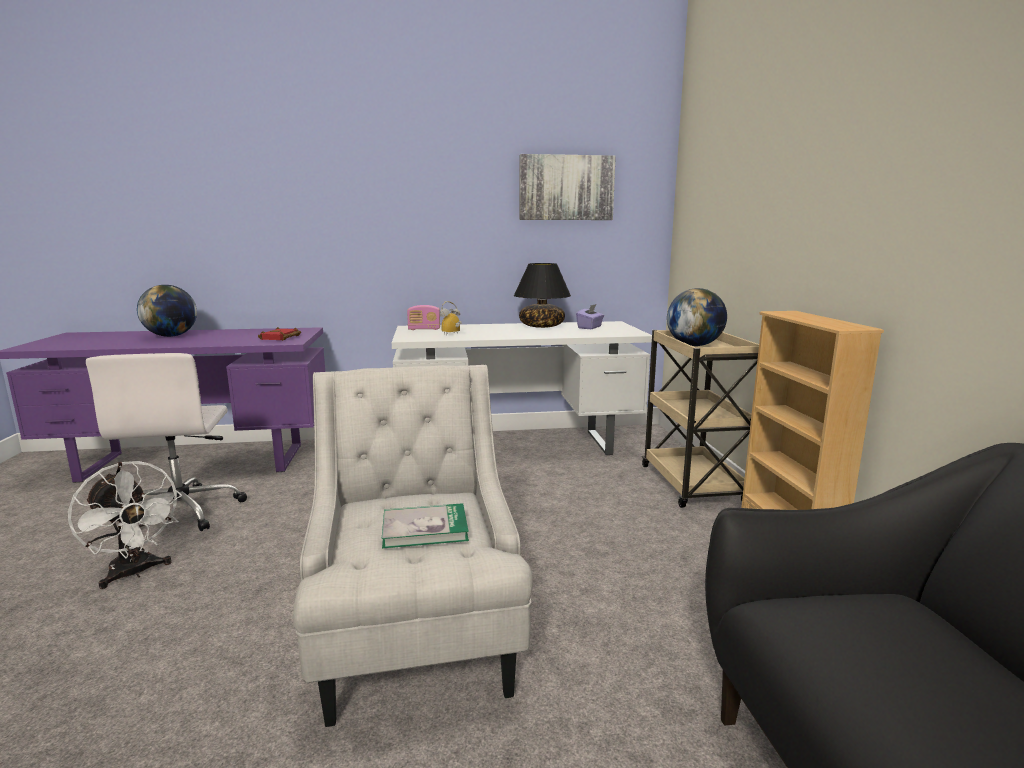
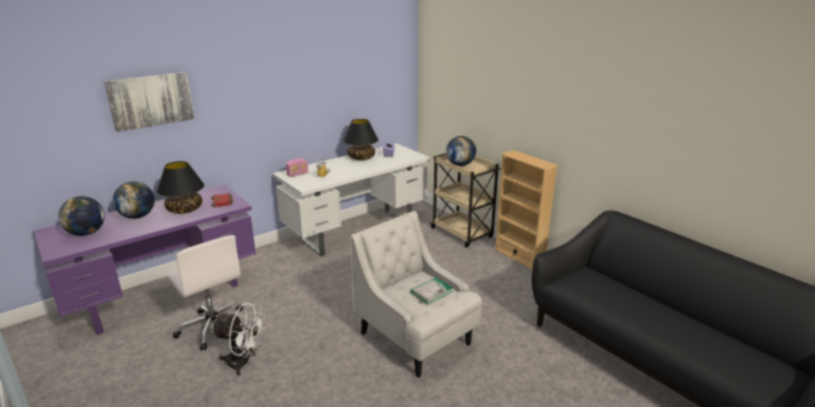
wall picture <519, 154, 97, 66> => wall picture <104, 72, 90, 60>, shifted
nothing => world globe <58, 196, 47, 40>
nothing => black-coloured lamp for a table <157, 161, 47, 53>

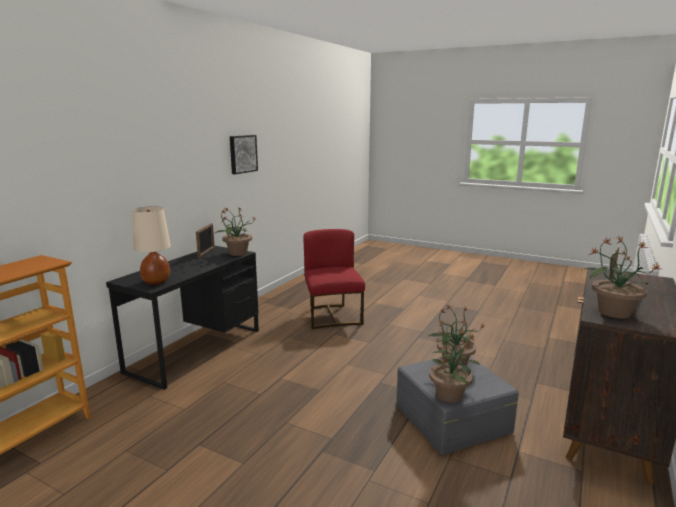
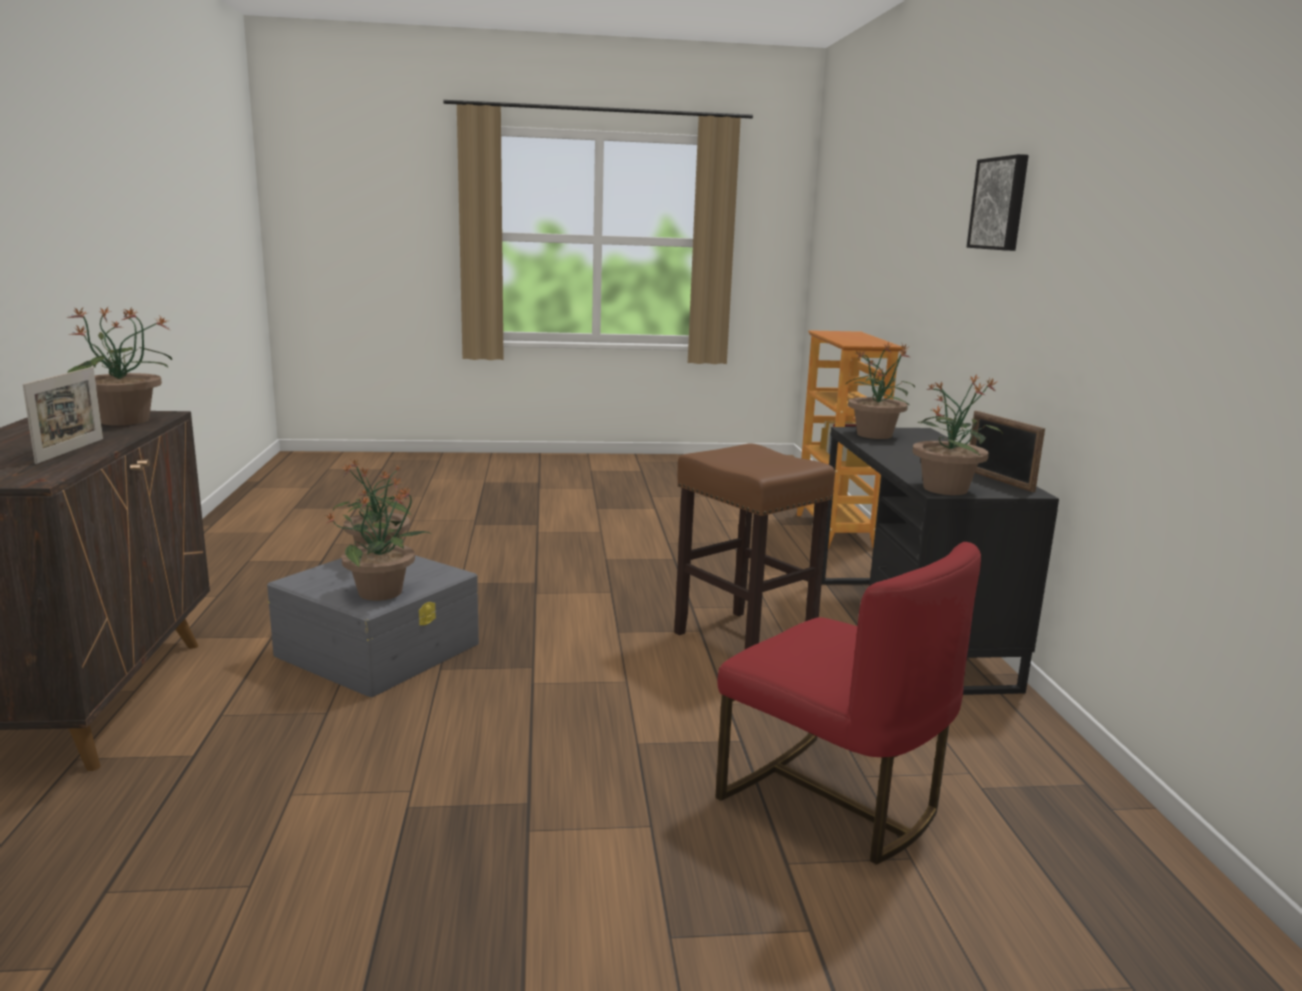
sand-coloured lamp for a table <133, 206, 38, 79> => houseplant <845, 342, 70, 97>
wall picture <230, 135, 28, 39> => wall picture <967, 154, 62, 97>, shifted
nothing => brown stool <674, 444, 161, 205>

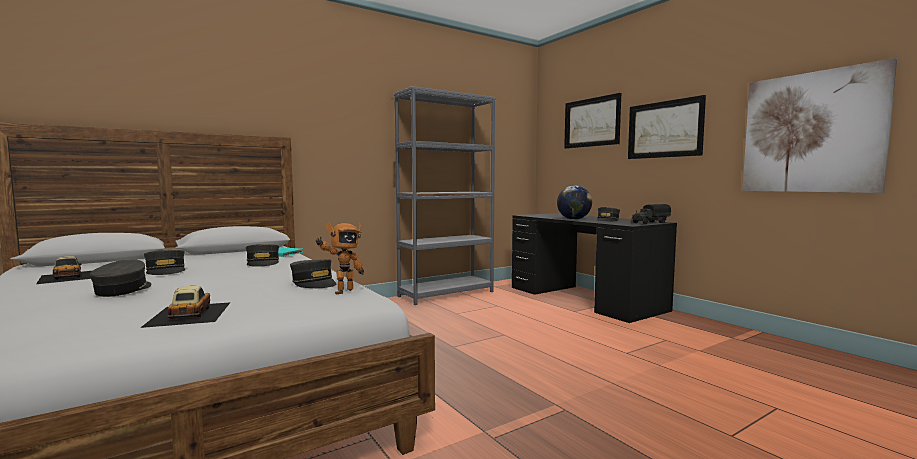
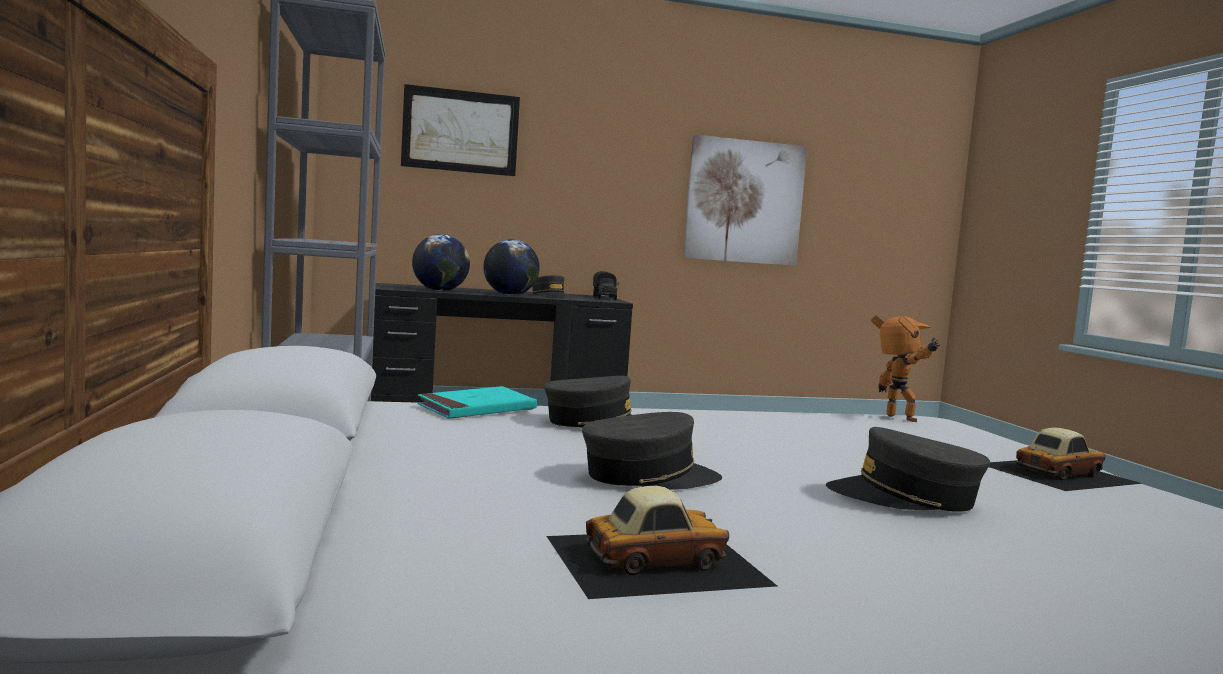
miniature car <140, 286, 91, 42> => miniature car <989, 428, 154, 63>, 150 degrees clockwise
greyish peaked cap <290, 259, 46, 29> => nothing
wall picture <628, 95, 78, 64> => nothing
nothing => world globe <412, 234, 58, 57>

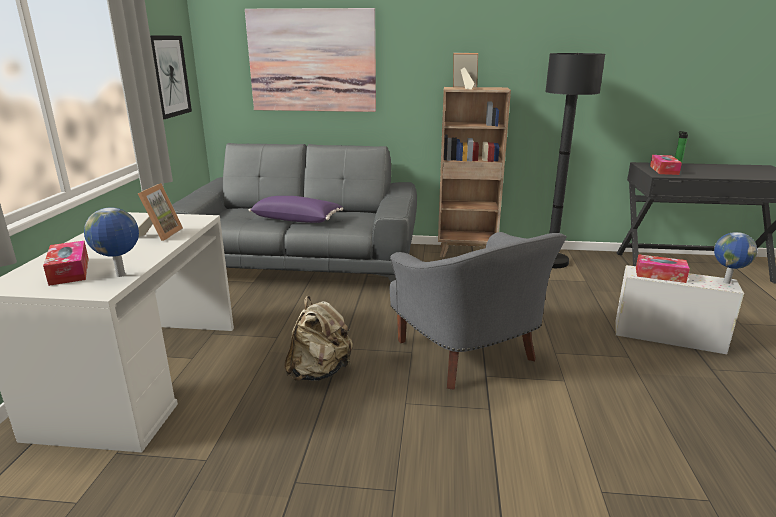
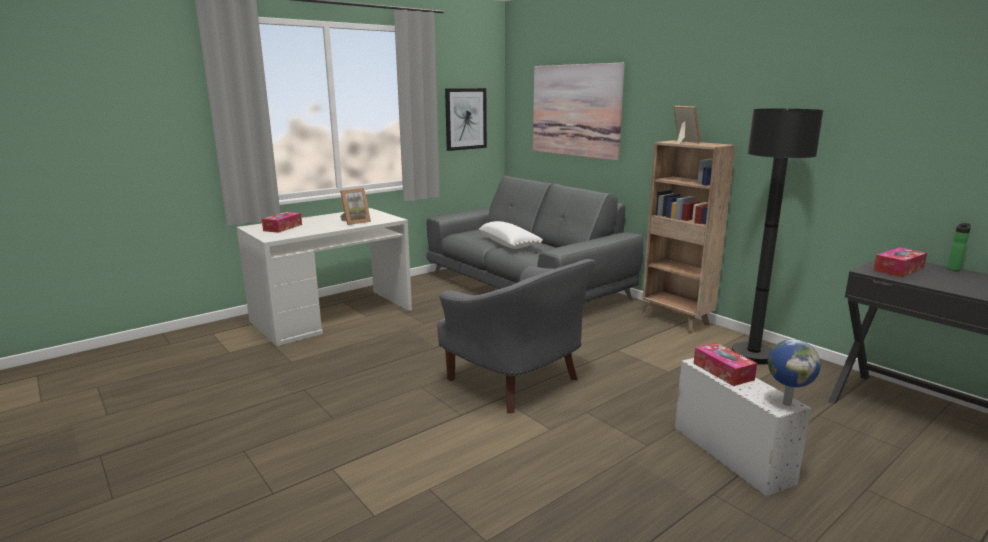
world globe <84, 207, 55, 70> => nothing
purple pillow <249, 196, 94, 27> => whitish pillow <479, 221, 64, 28>
sand-coloured knapsack <284, 296, 69, 85> => nothing
greyish easy chair <390, 232, 177, 158> => greyish easy chair <437, 259, 160, 154>, 60 degrees counterclockwise

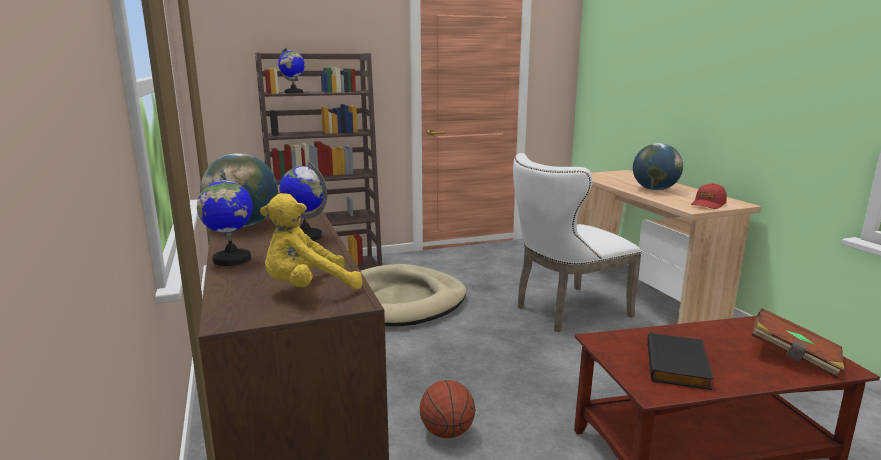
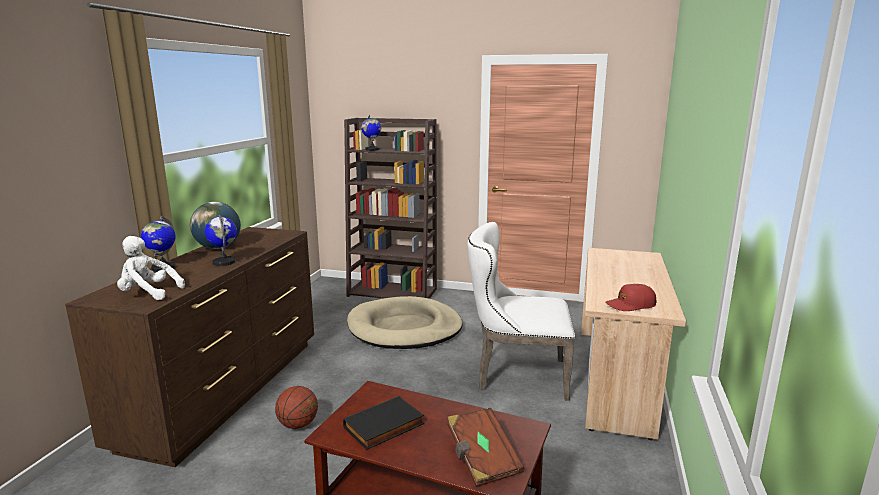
yellow-coloured cuddly toy <260, 193, 103, 97> => whitish cuddly toy <117, 236, 68, 64>
world globe <633, 143, 50, 48> => nothing

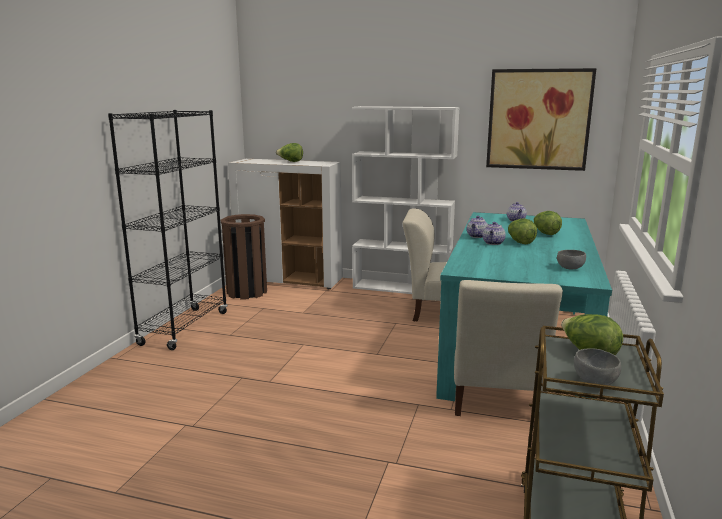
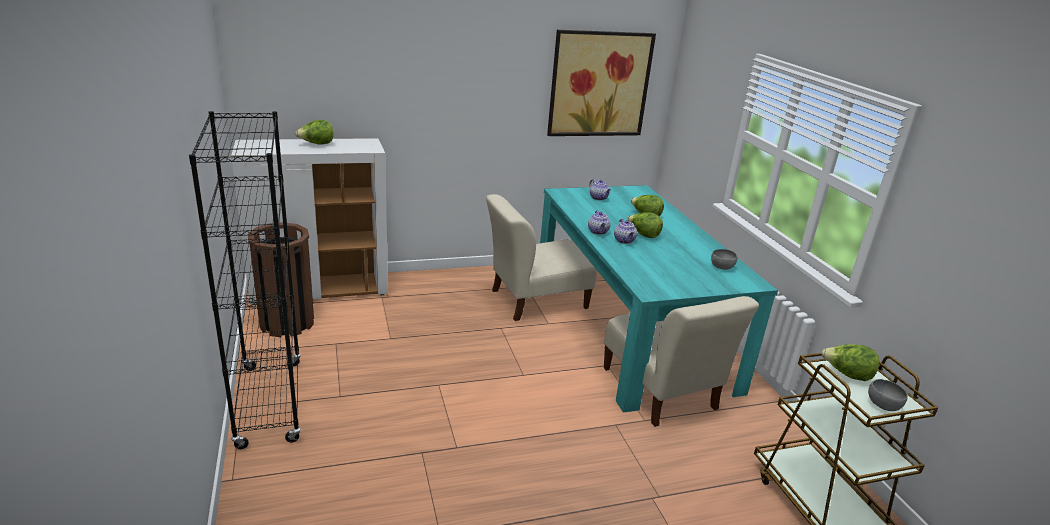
whitish shelving unit <352, 106, 108, 188> => nothing

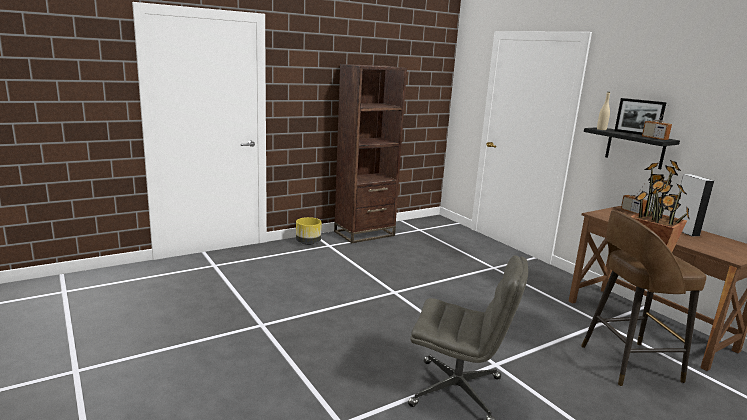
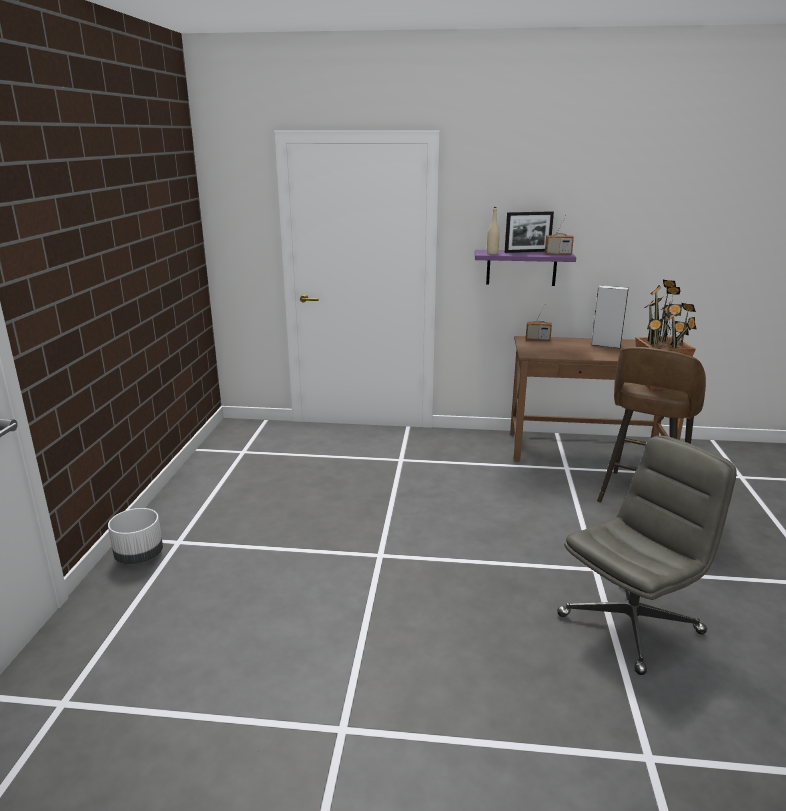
yellow-coloured planter <296, 217, 26, 28> => whitish planter <108, 508, 55, 56>
brown shelving unit <334, 64, 73, 179> => nothing
black-coloured shelf <584, 127, 96, 42> => purple shelf <475, 250, 101, 36>

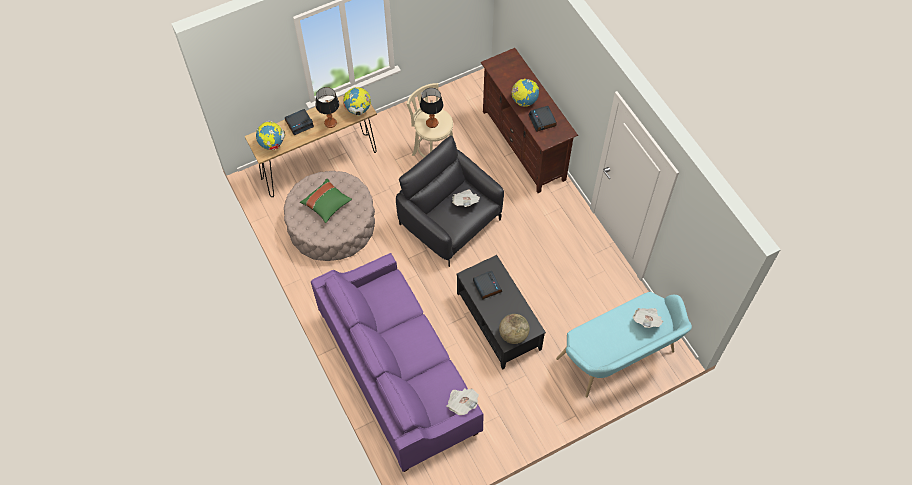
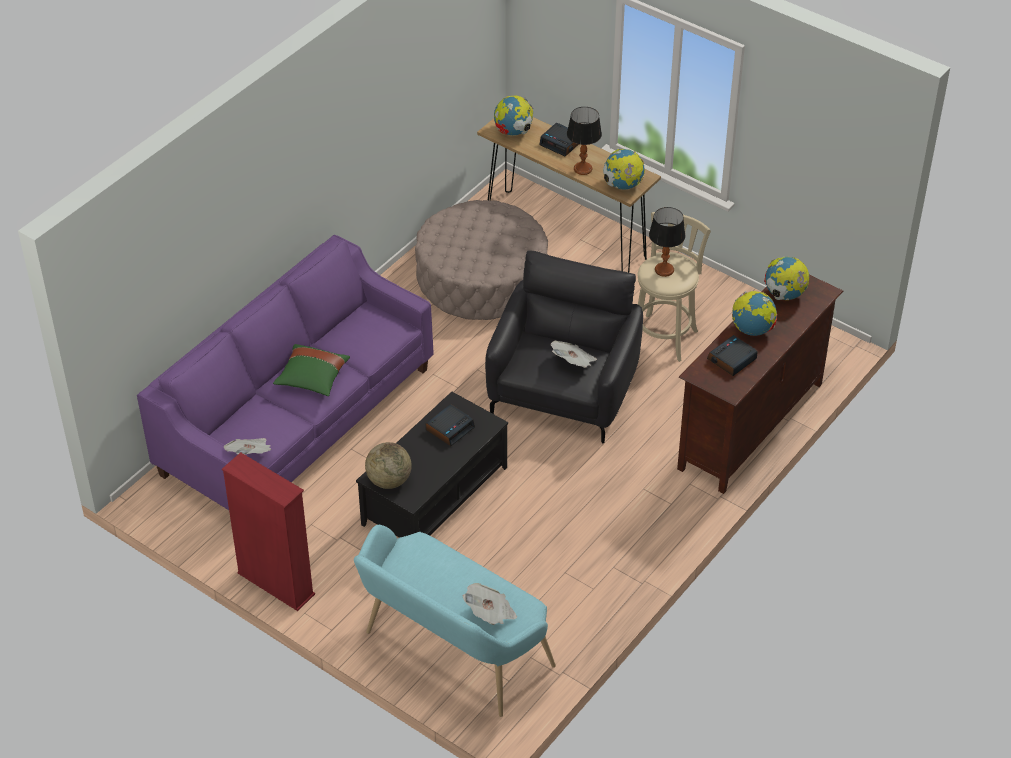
green-coloured pillow <300, 179, 52, 44> => green-coloured pillow <273, 344, 77, 52>, shifted
nothing => red shelving unit <222, 452, 93, 159>
nothing => world globe <764, 257, 45, 43>

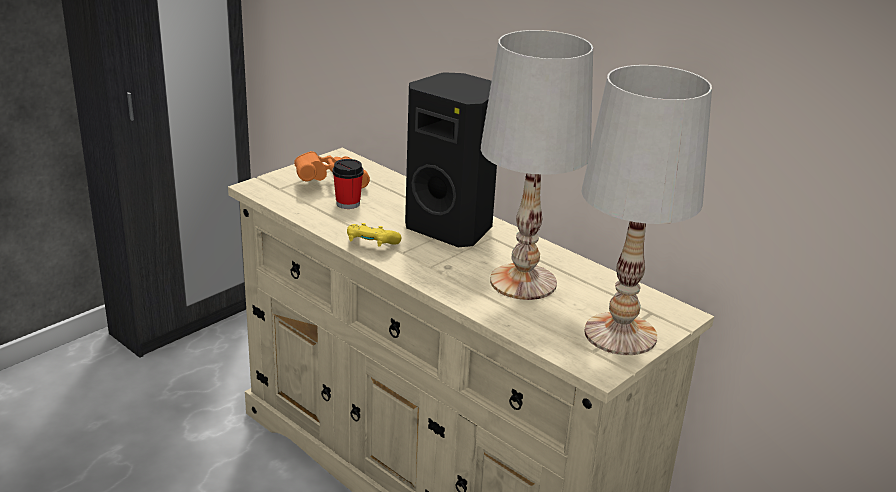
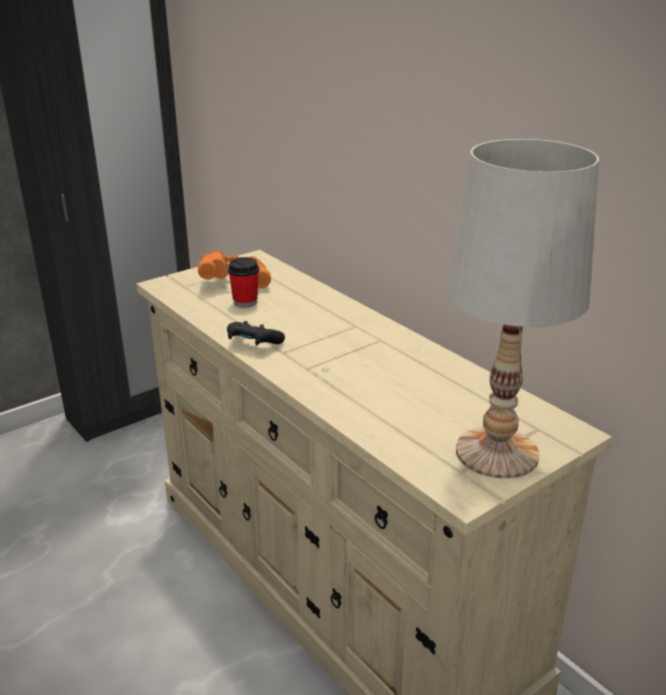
yellow-coloured game controller <347, 223, 54, 24> => black-coloured game controller <227, 321, 58, 25>
black-coloured audio speaker <405, 72, 92, 175> => nothing
whitish lamp for a table <481, 30, 112, 270> => nothing

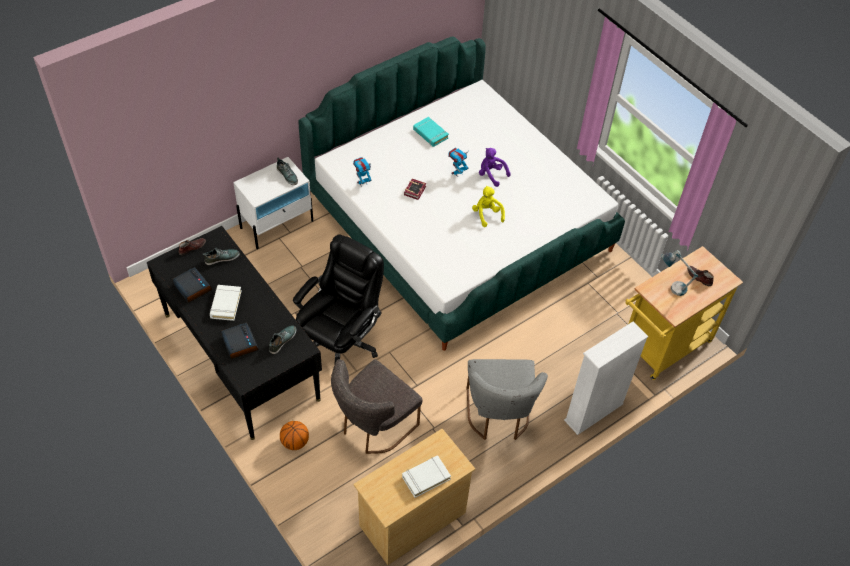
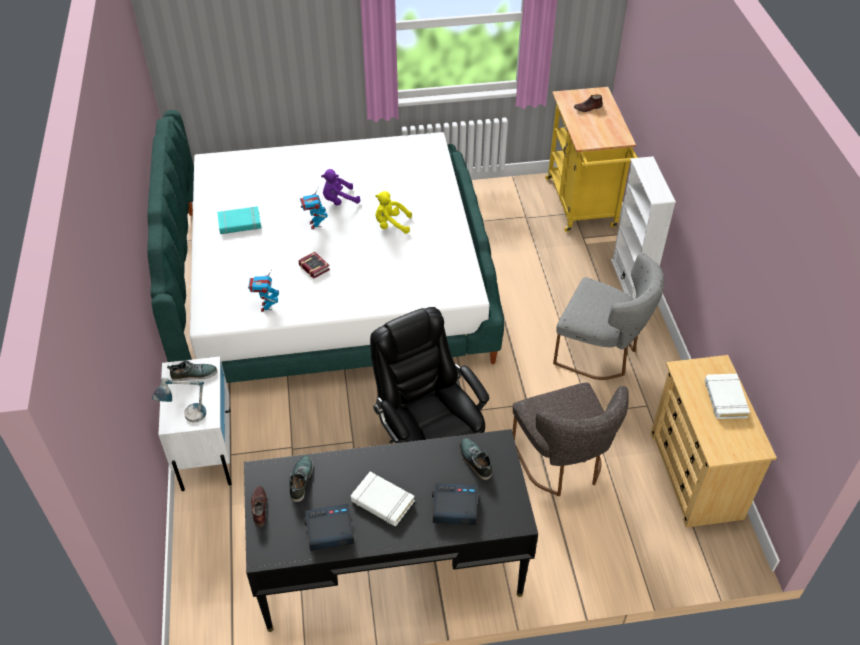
basketball ball <280, 421, 29, 29> => nothing
lamp for a table <661, 250, 37, 46> => lamp for a table <152, 378, 54, 44>, shifted

